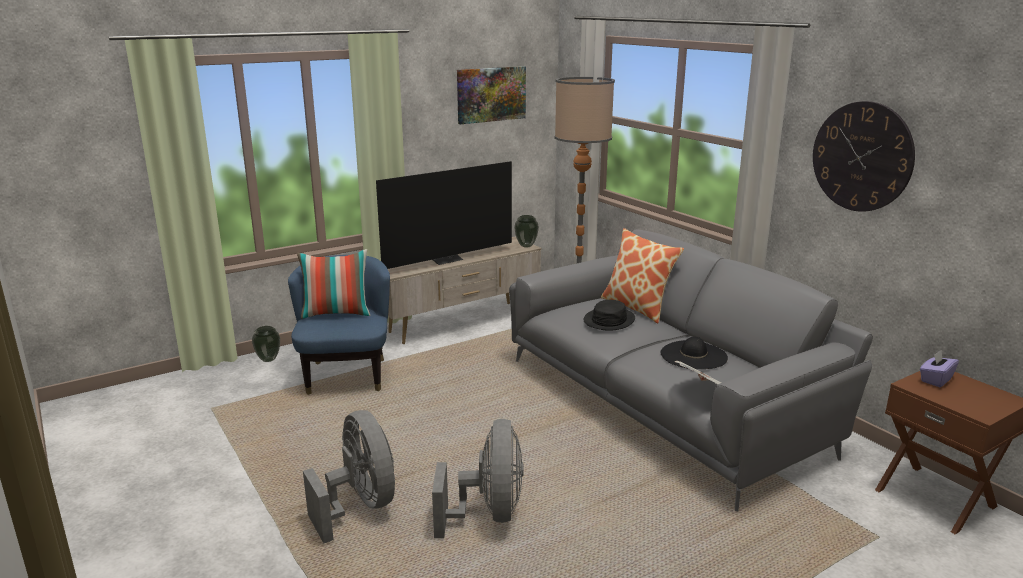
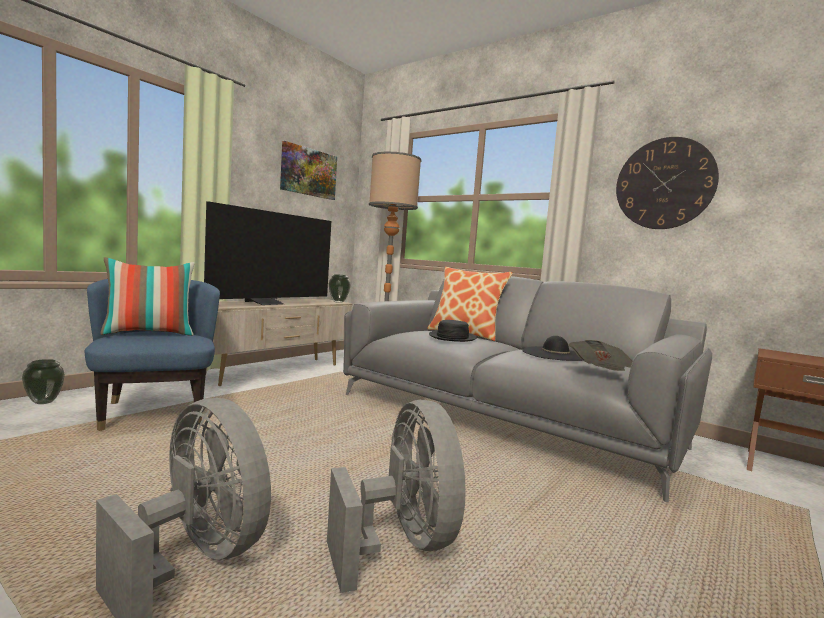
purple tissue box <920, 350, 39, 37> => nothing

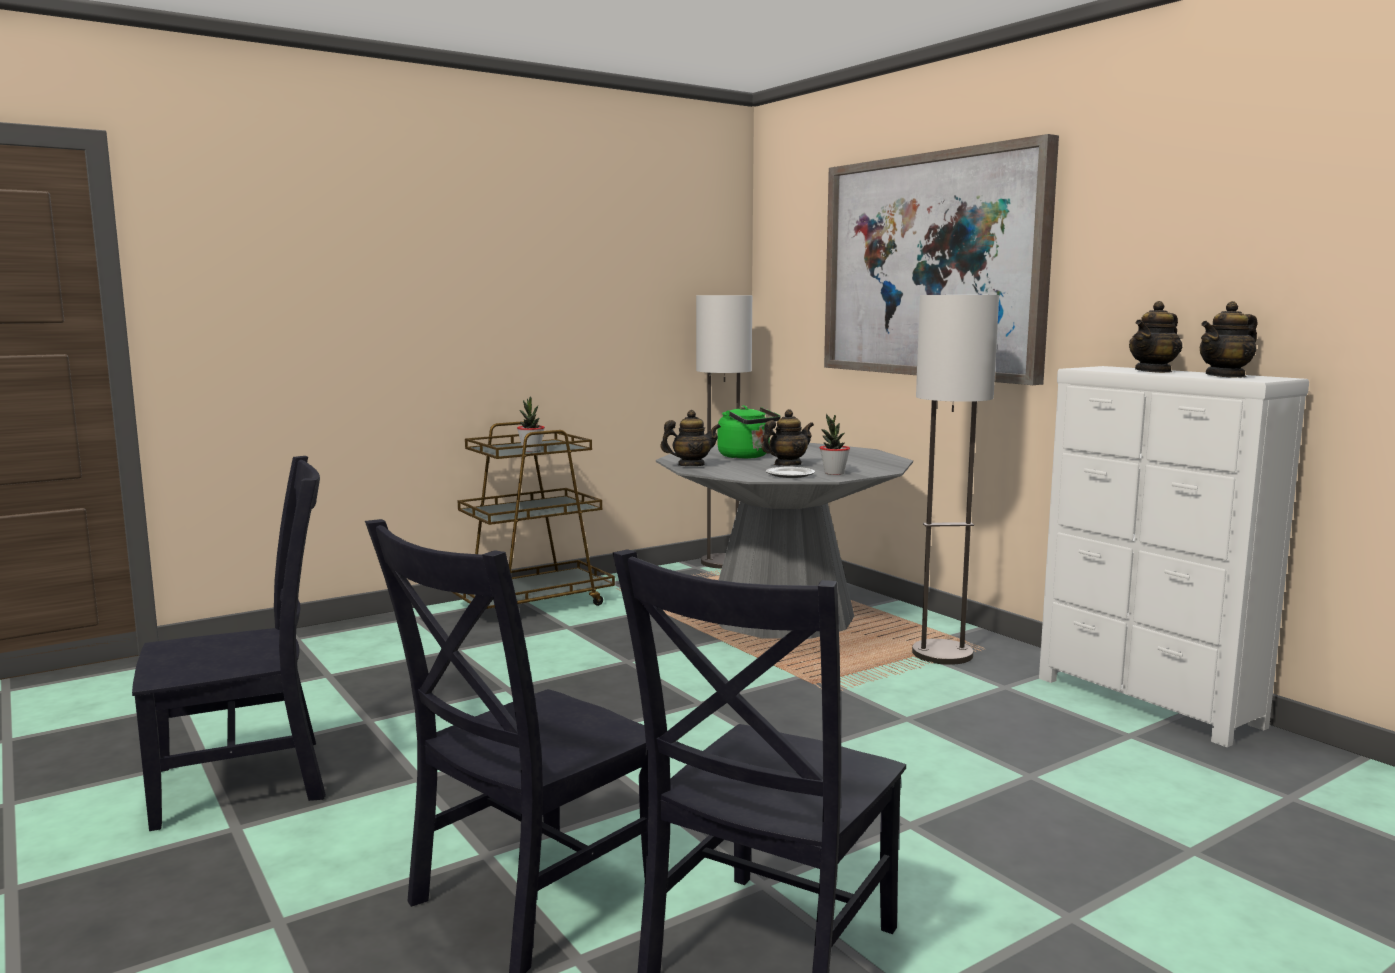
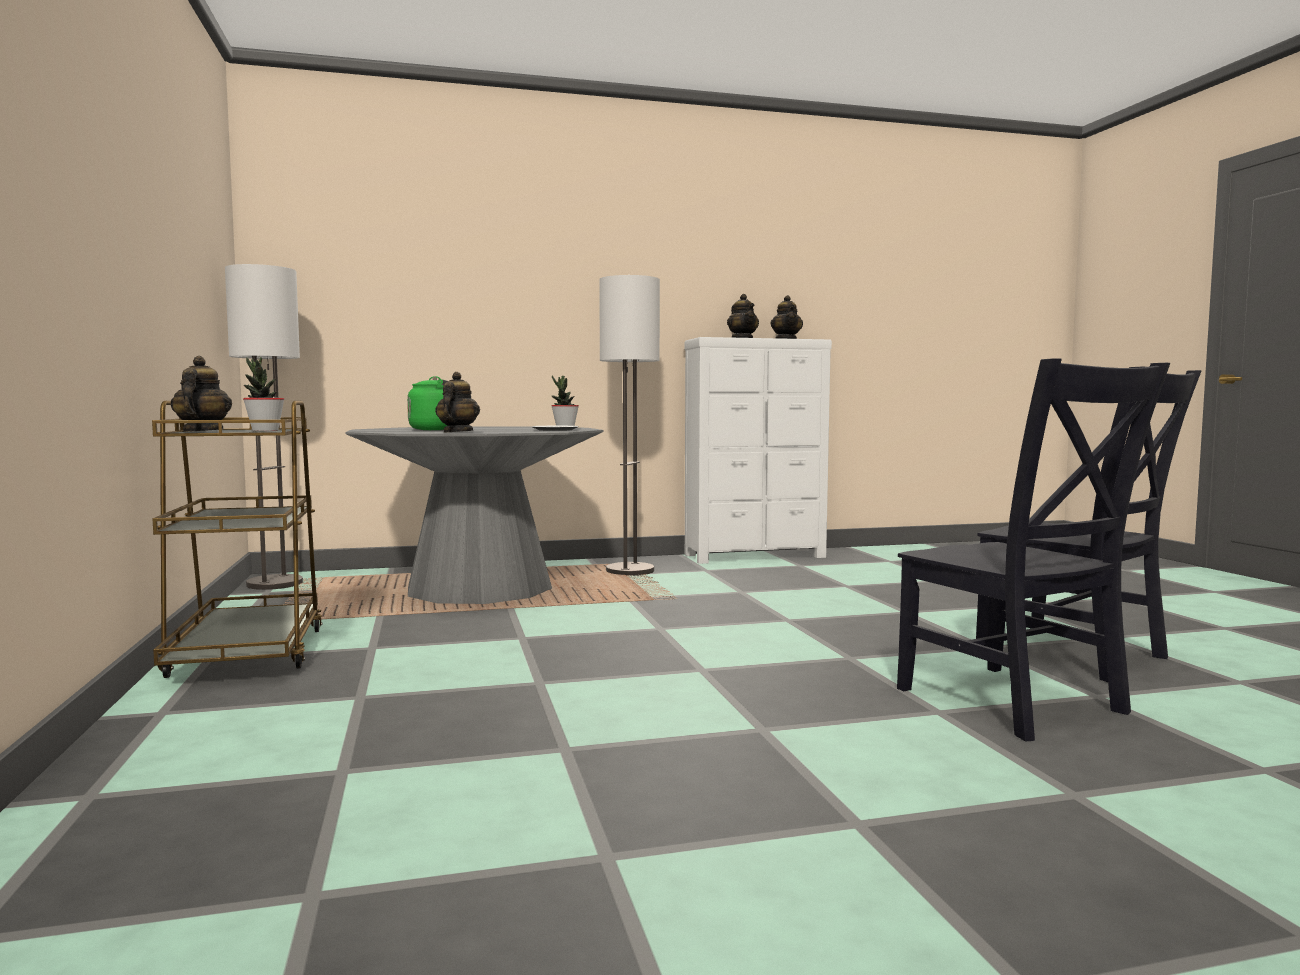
black-coloured plain chair <132, 456, 194, 375> => nothing
teapot <762, 409, 52, 57> => teapot <171, 356, 61, 76>, shifted
wall picture <824, 134, 235, 251> => nothing

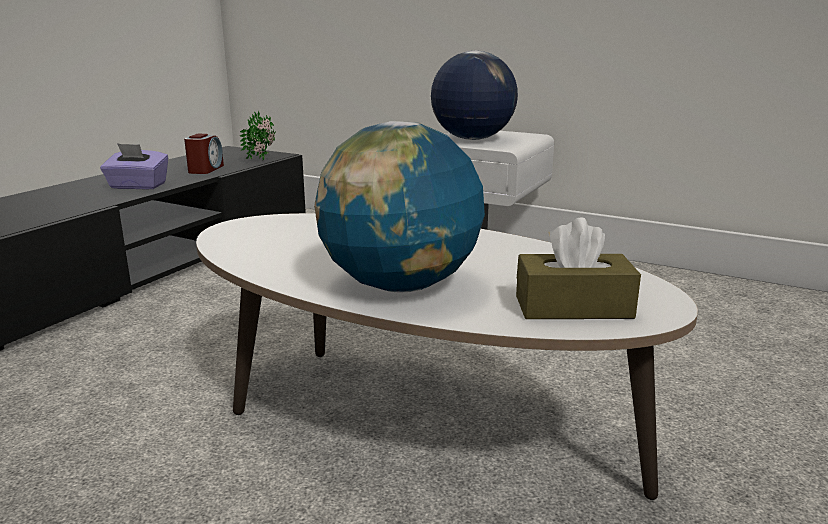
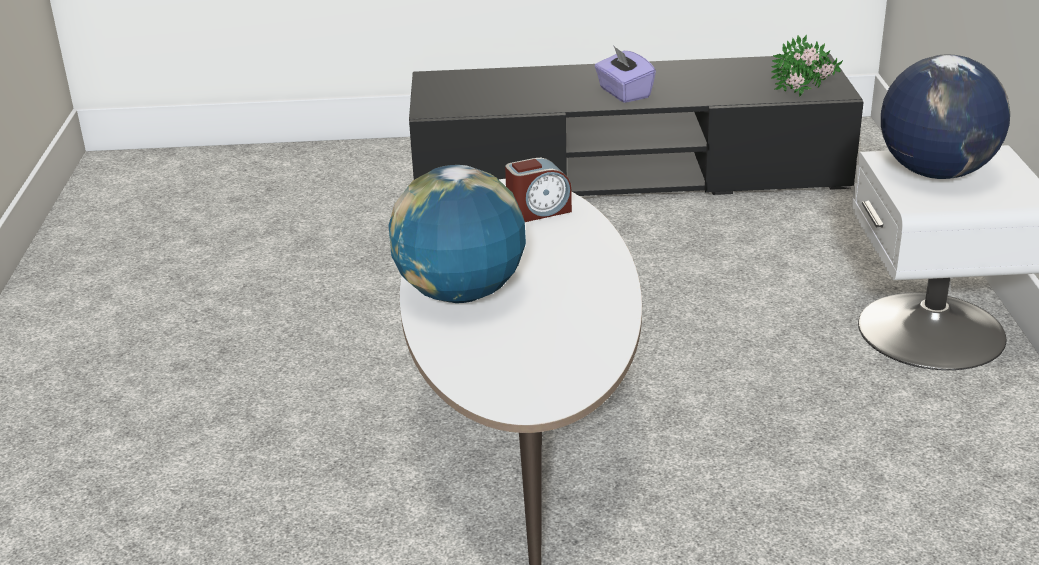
bedside clock <184, 134, 40, 40> => bedside clock <505, 158, 67, 64>, shifted
brown tissue box <516, 217, 125, 102> => nothing

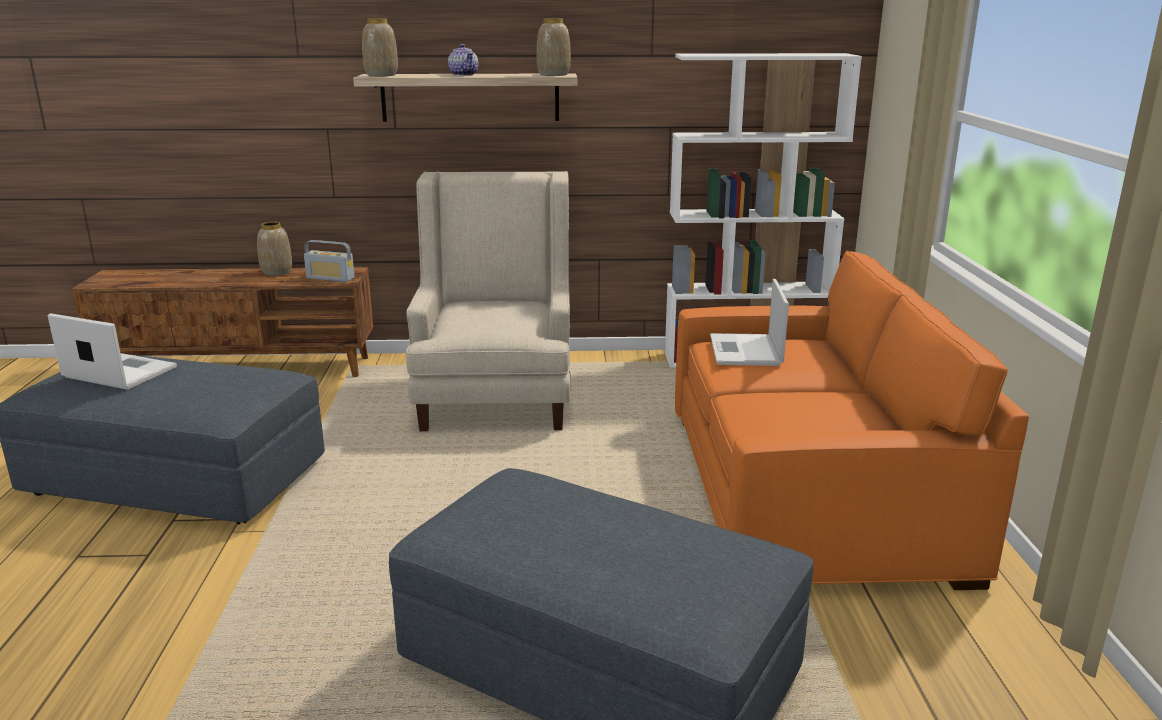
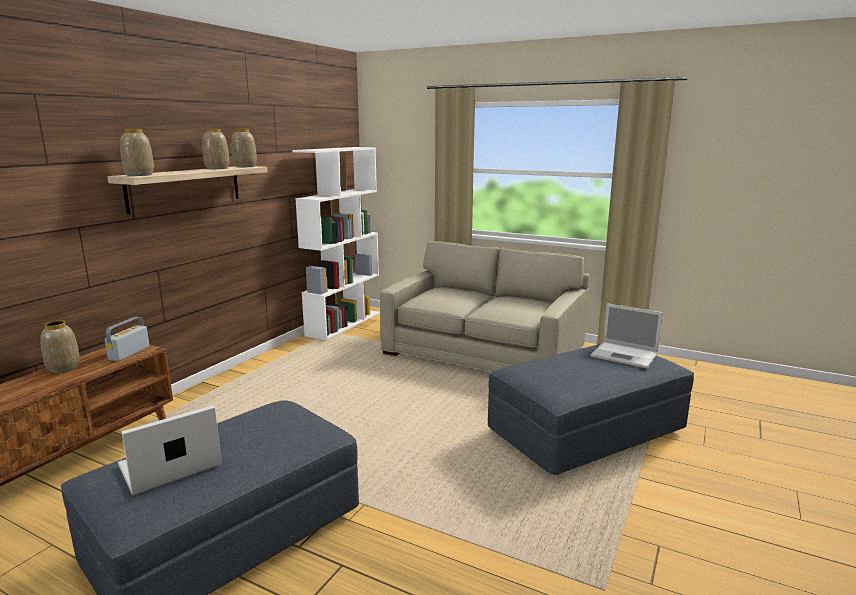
radio receiver <304, 240, 50, 42> => radio receiver <105, 317, 44, 44>, 150 degrees clockwise
sand-coloured easy chair <406, 171, 165, 260> => nothing
teapot <448, 44, 30, 32> => nothing
orange settee <675, 251, 354, 339> => sand-coloured settee <380, 241, 209, 131>
laptop <710, 279, 79, 87> => laptop <590, 303, 73, 66>, shifted
nothing => flower vase <202, 129, 27, 40>

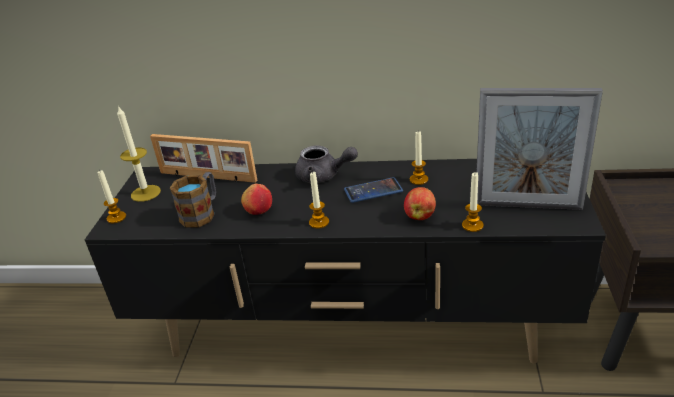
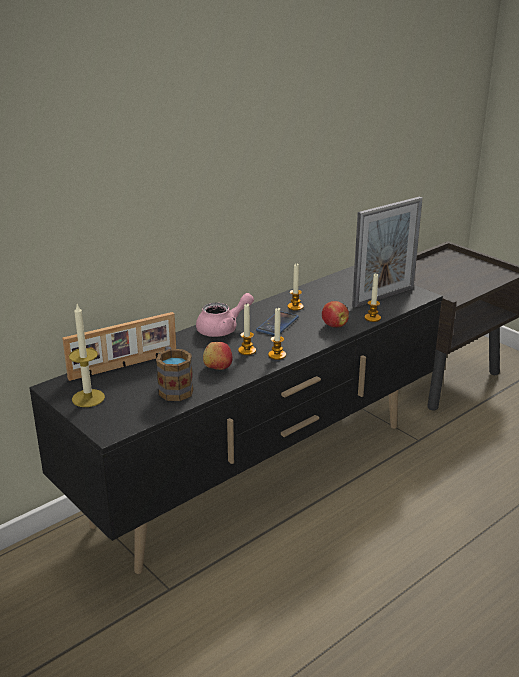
wax light <98, 170, 28, 53> => wax light <238, 304, 18, 51>, shifted
greyish teapot <295, 146, 63, 37> => pinkish teapot <196, 293, 58, 44>

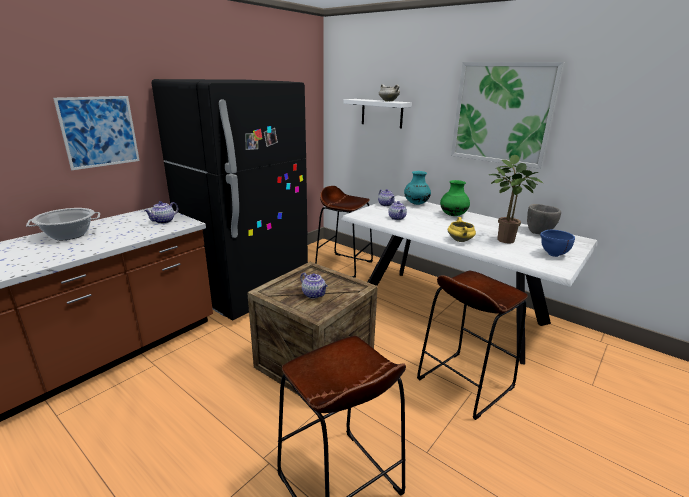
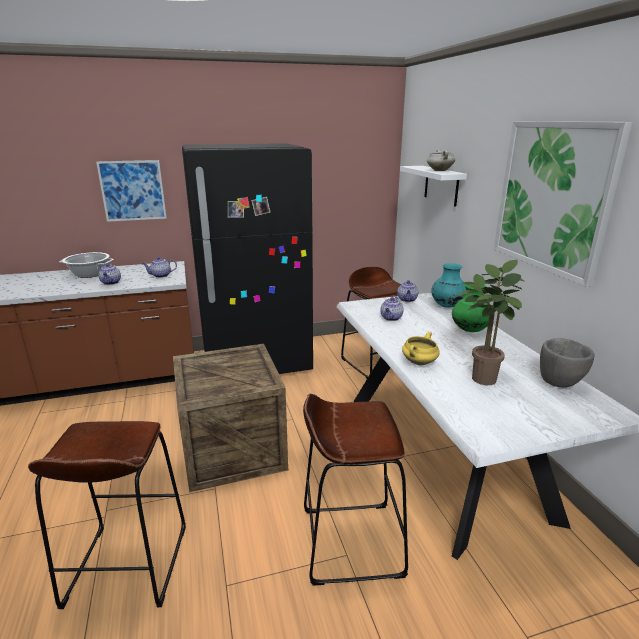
teapot <300, 272, 28, 26> => teapot <98, 263, 23, 22>, shifted
blue serving bowl <540, 230, 35, 27> => nothing

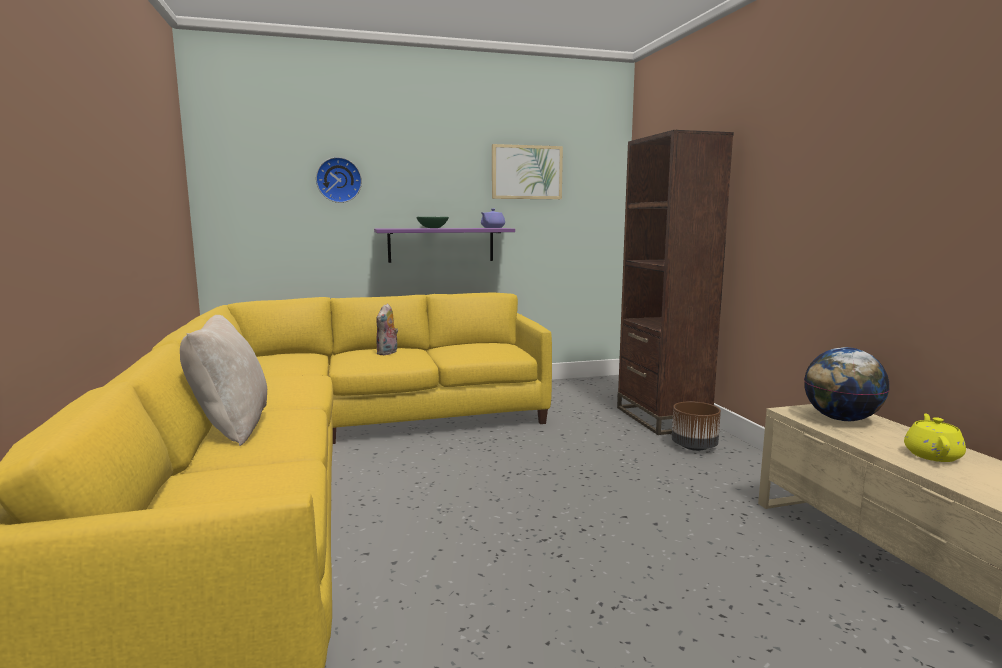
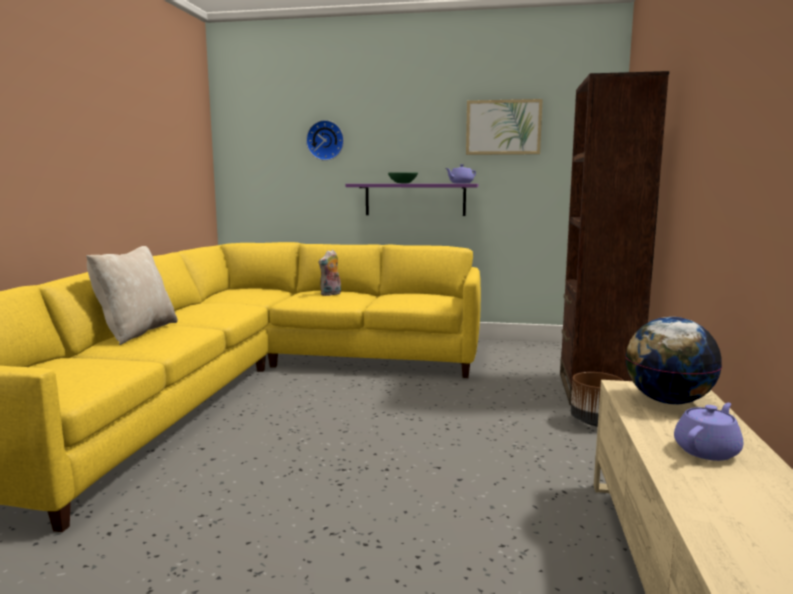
yellow-coloured teapot <904, 414, 62, 48> => purple teapot <674, 403, 69, 58>

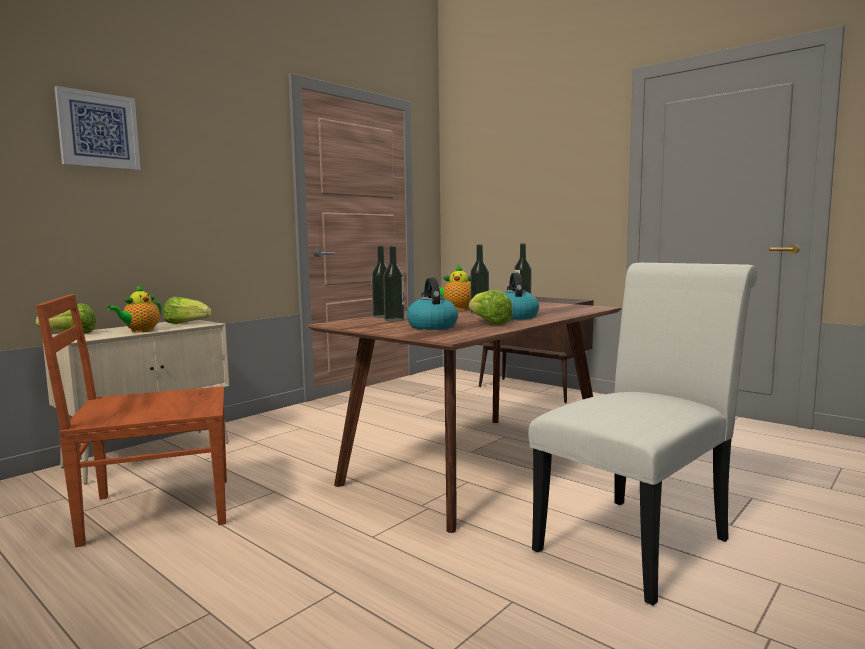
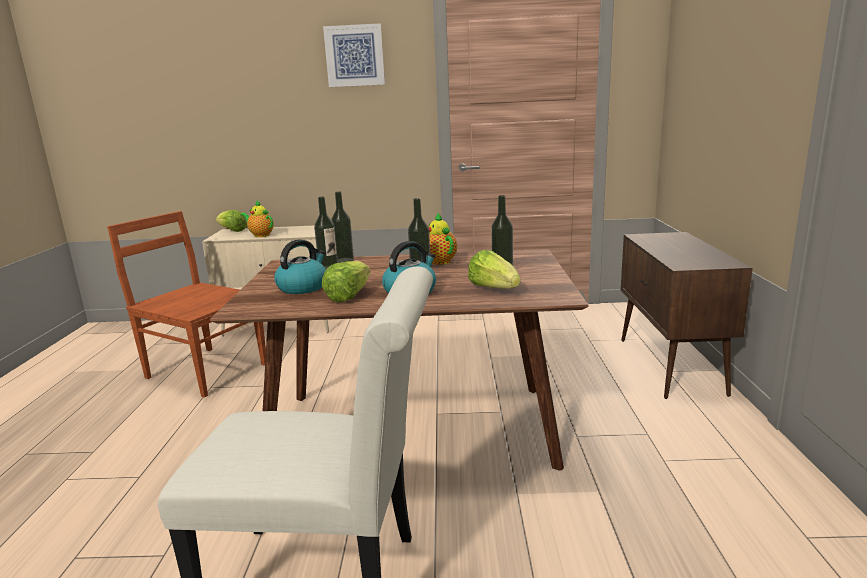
wall picture <54, 86, 87, 84> => wall picture <323, 23, 62, 64>, shifted
teapot <107, 285, 55, 47> => teapot <240, 201, 34, 36>, 45 degrees clockwise
head of lettuce <163, 297, 49, 27> => head of lettuce <468, 250, 53, 39>, shifted

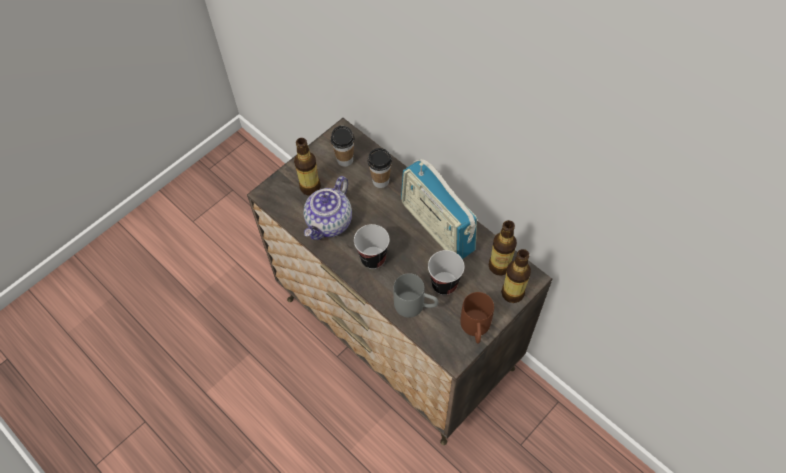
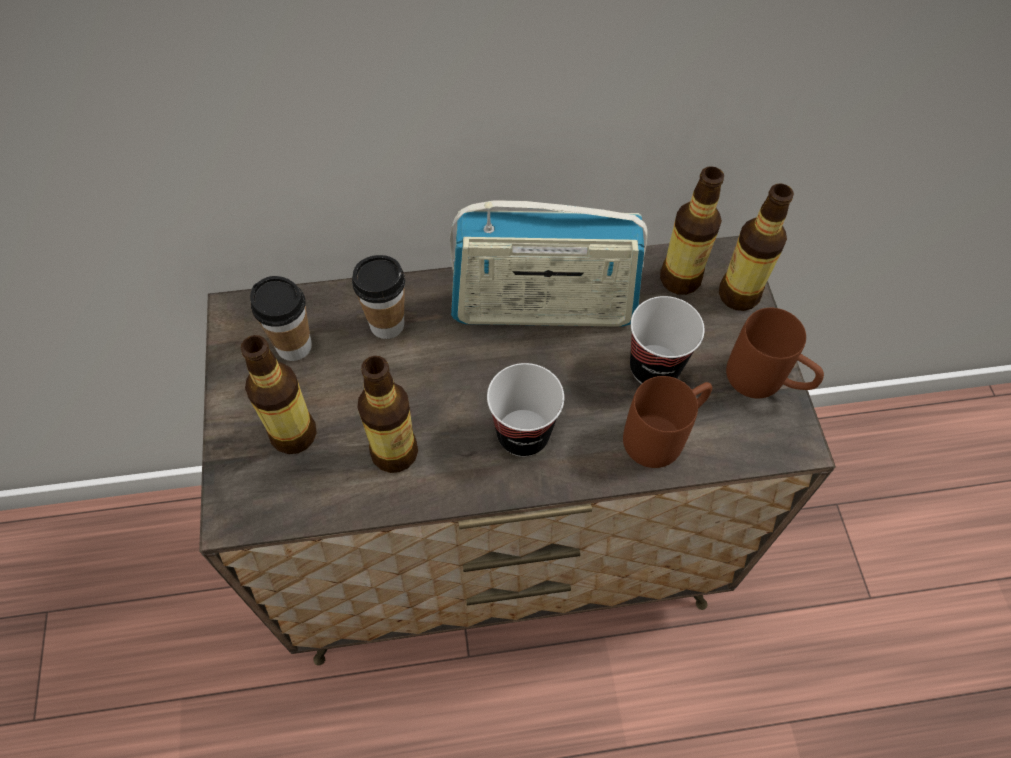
teapot <304, 176, 48, 64> => beverage bottle <357, 356, 61, 117>
greyish coffee mug <393, 273, 45, 45> => brown coffee mug <623, 376, 89, 92>

